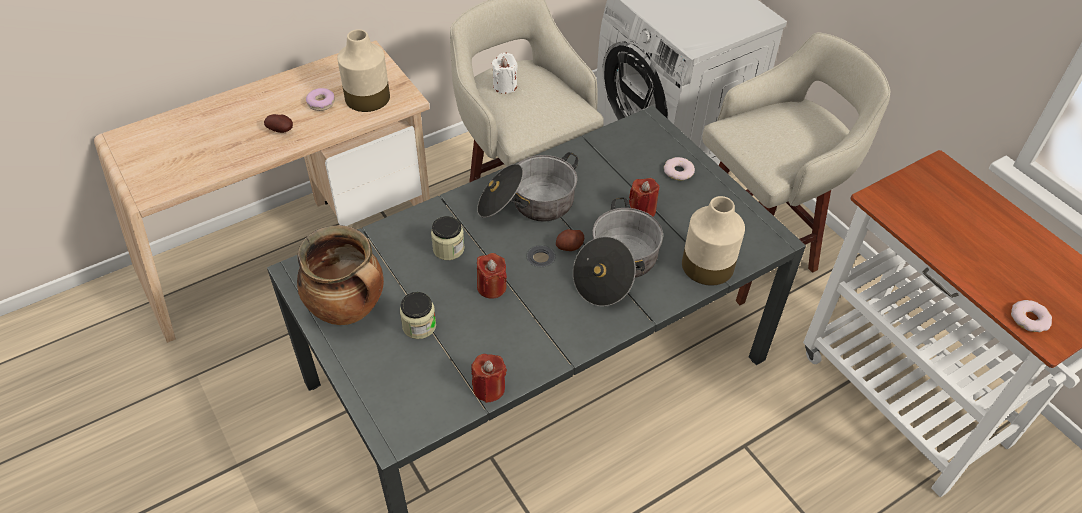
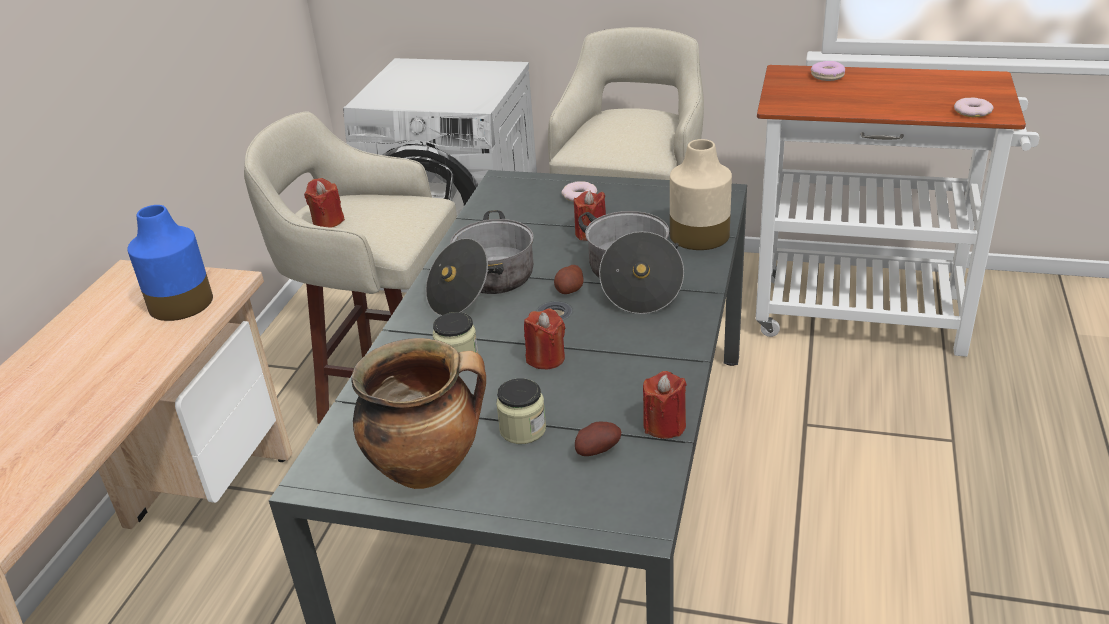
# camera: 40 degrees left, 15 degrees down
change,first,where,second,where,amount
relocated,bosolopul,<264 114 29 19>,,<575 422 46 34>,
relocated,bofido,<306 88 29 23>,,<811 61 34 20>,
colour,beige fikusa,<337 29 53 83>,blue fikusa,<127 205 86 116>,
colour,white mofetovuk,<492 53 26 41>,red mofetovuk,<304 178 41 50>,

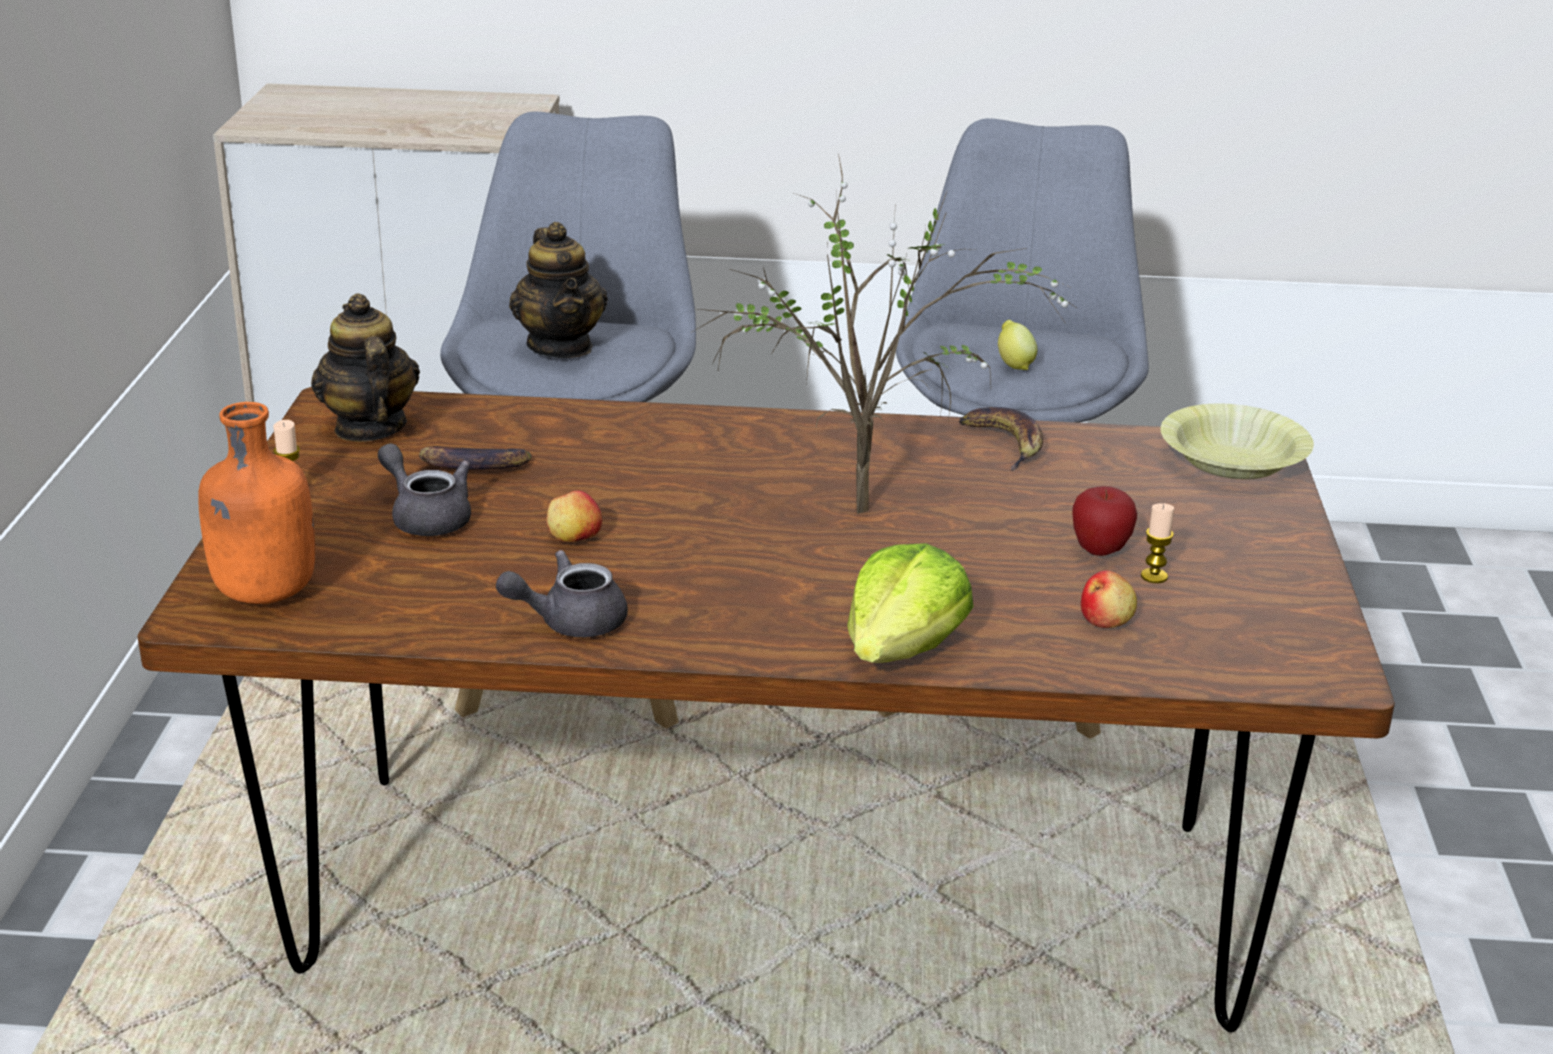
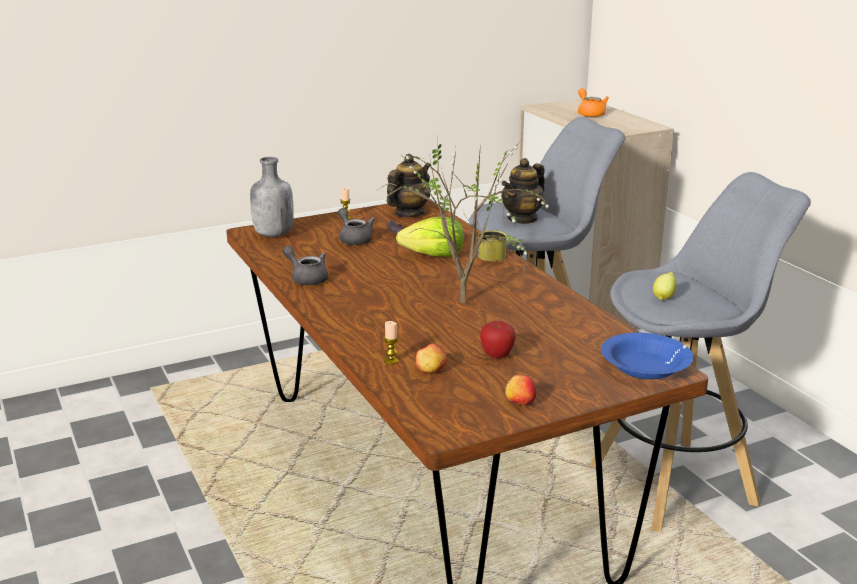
# camera: 60 degrees right, 5 degrees down
change,first,where,second,where,amount
colour,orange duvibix,<198 402 117 202>,grey duvibix,<250 157 44 80>,
spun,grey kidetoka,<378 443 93 93>,,<338 208 37 37>,45 degrees counterclockwise
relocated,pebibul,<546 491 56 51>,,<505 375 31 30>,
relocated,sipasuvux,<847 543 127 120>,,<396 217 68 40>,
missing,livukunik,<959 407 84 64>,,,
relocated,mofetovuk,<1141 503 33 80>,,<384 321 15 43>,
colour,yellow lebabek,<1161 404 153 75>,blue lebabek,<601 333 93 46>,
appeared,,,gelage,<477 230 30 31>,
appeared,,,orange kidetoka,<578 88 31 29>,

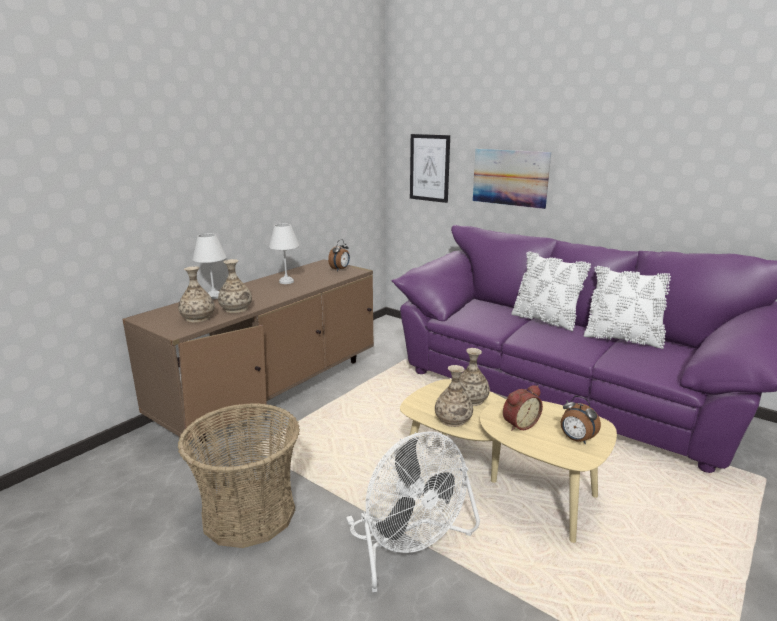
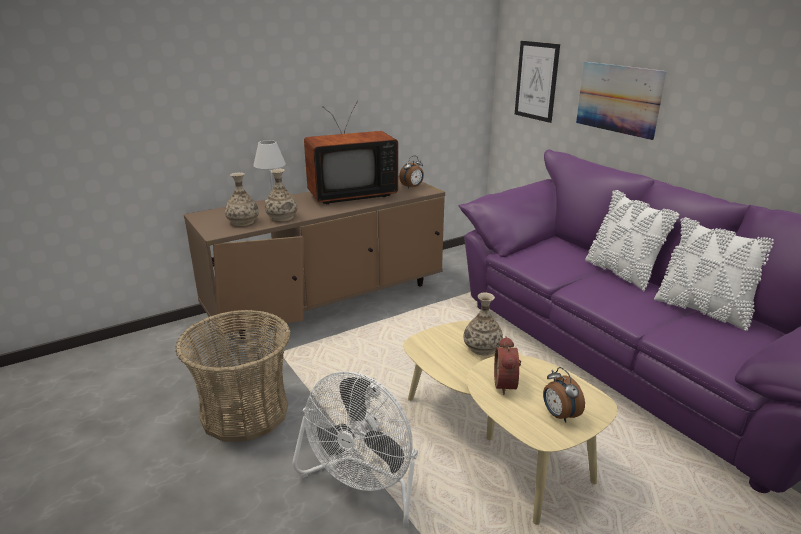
# camera: 20 degrees right, 5 degrees up
change,first,where,second,where,amount
exchanged,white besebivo,<269 224 30 60>,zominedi,<304 101 94 103>,
spun,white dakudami,<346 432 134 160>,,<292 371 126 156>,45 degrees clockwise
missing,fikusa,<435 365 38 62>,,,
spun,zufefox,<503 385 40 46>,,<494 336 27 59>,105 degrees clockwise

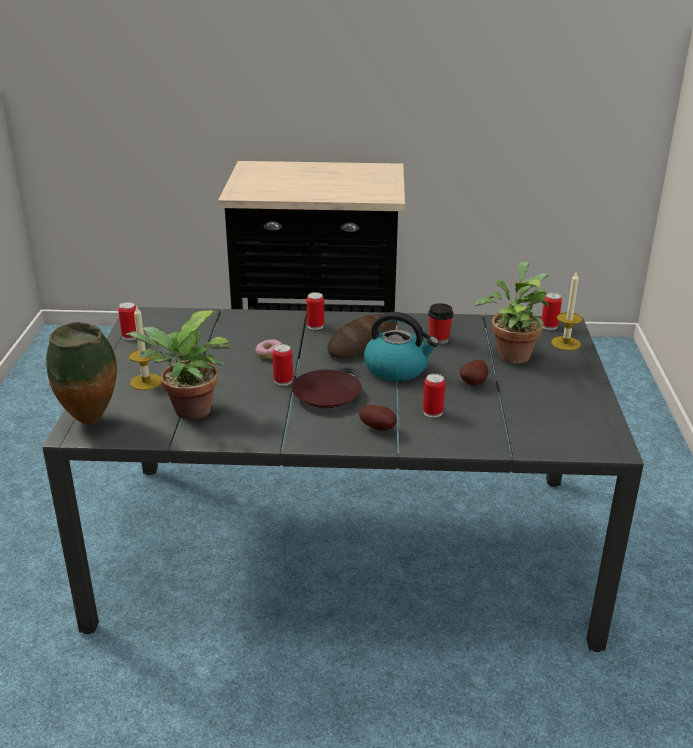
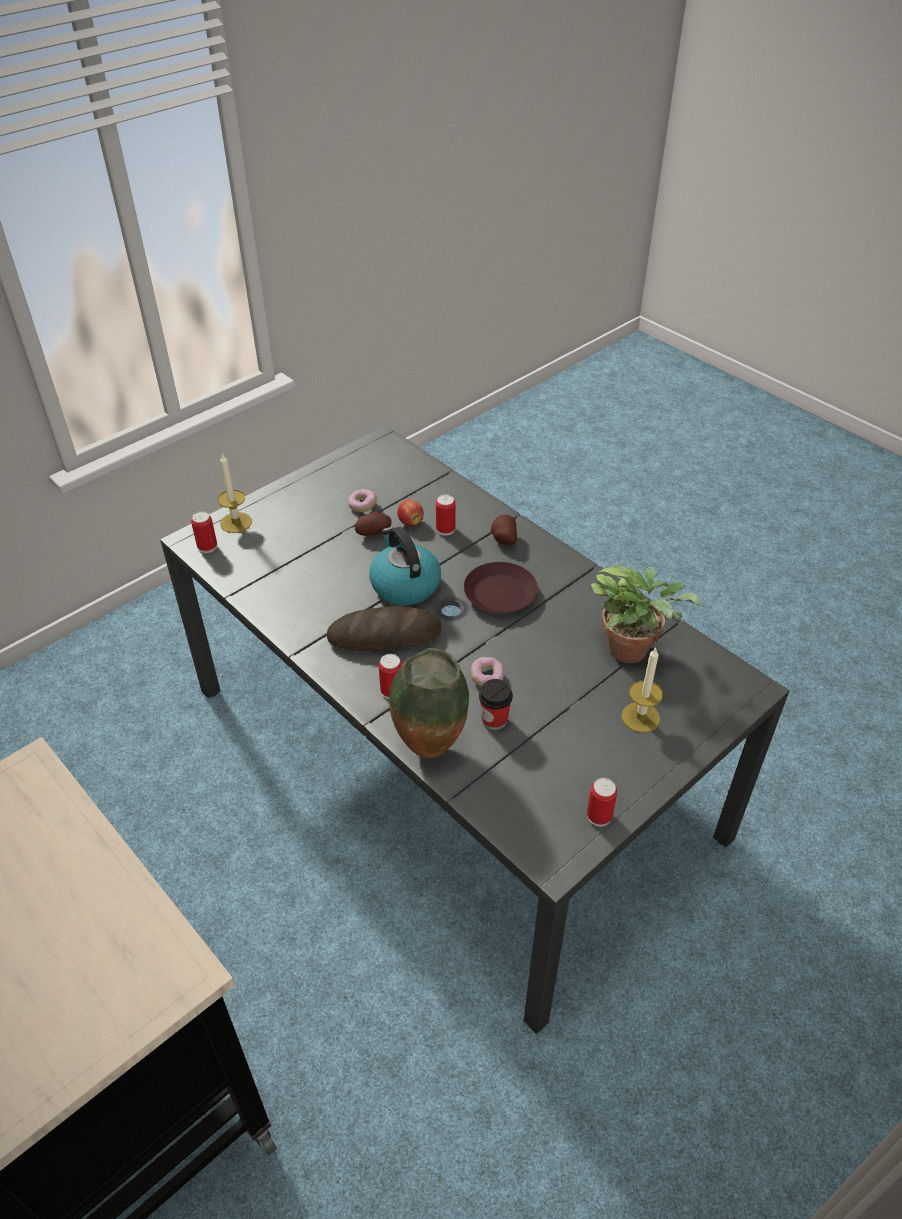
# camera: 135 degrees left, 15 degrees up
change,first,where,second,where,amount
relocated,fikusa,<46 322 71 102>,,<389 648 80 111>,
missing,gelage,<273 344 20 42>,,,
relocated,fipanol,<428 303 25 41>,,<479 679 34 51>,
missing,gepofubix,<475 261 74 103>,,,
appeared,,,bofido,<348 489 29 23>,
appeared,,,pebibul,<397 499 27 27>,

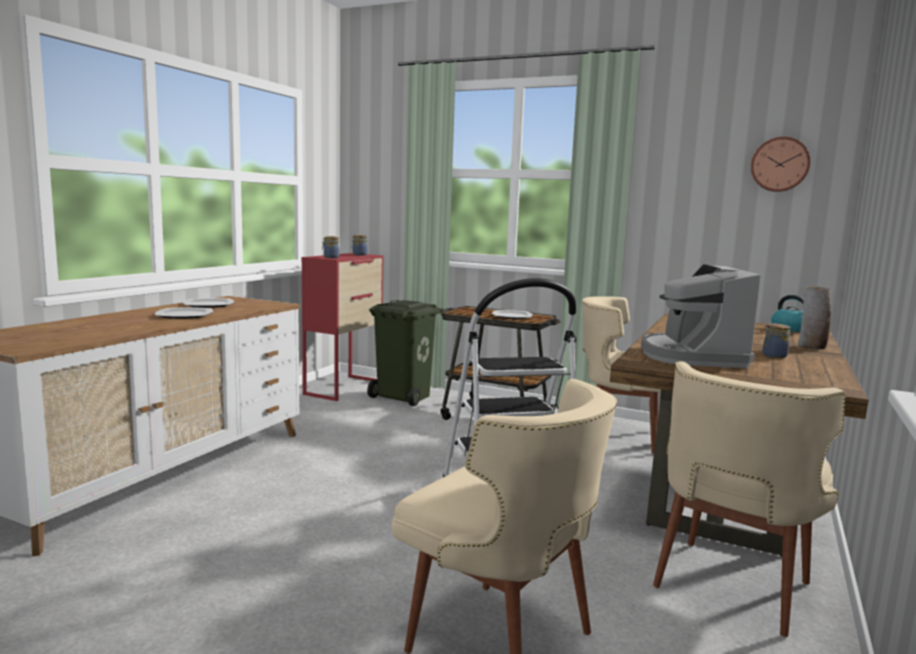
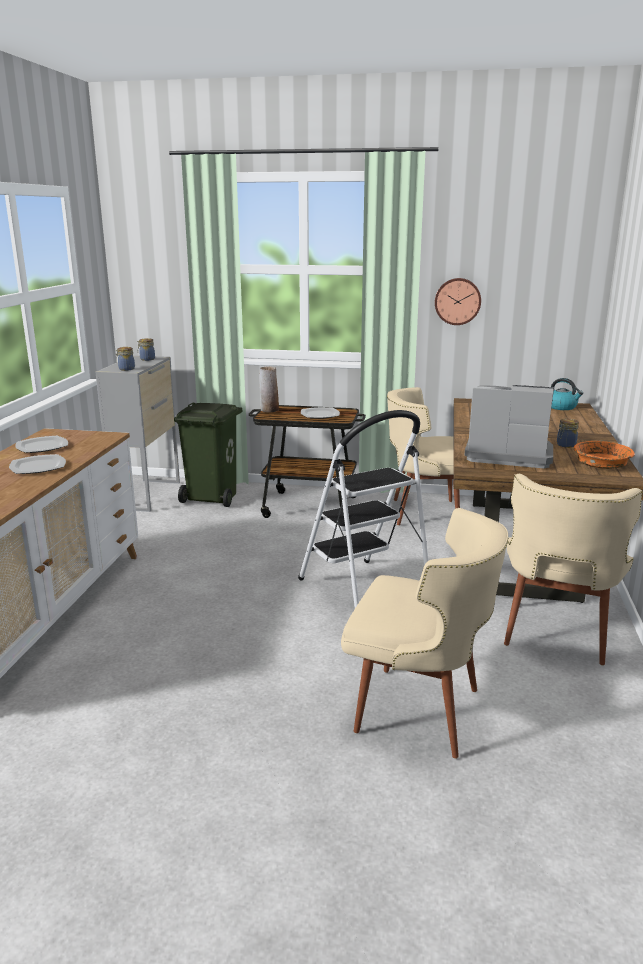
# camera: 15 degrees left, 10 degrees up
change,first,where,second,where,amount
colour,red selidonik,<302 253 82 148>,grey selidonik,<95 356 85 156>,
spun,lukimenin,<641 264 120 104>,,<464 385 90 83>,120 degrees clockwise
relocated,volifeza,<751 137 59 55>,,<435 278 46 47>,
relocated,fikusa,<798 286 33 63>,,<260 366 19 47>,
appeared,,,orange lebabek,<574 441 61 28>,

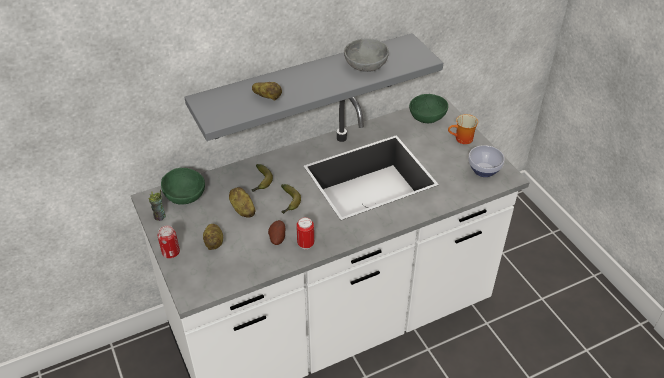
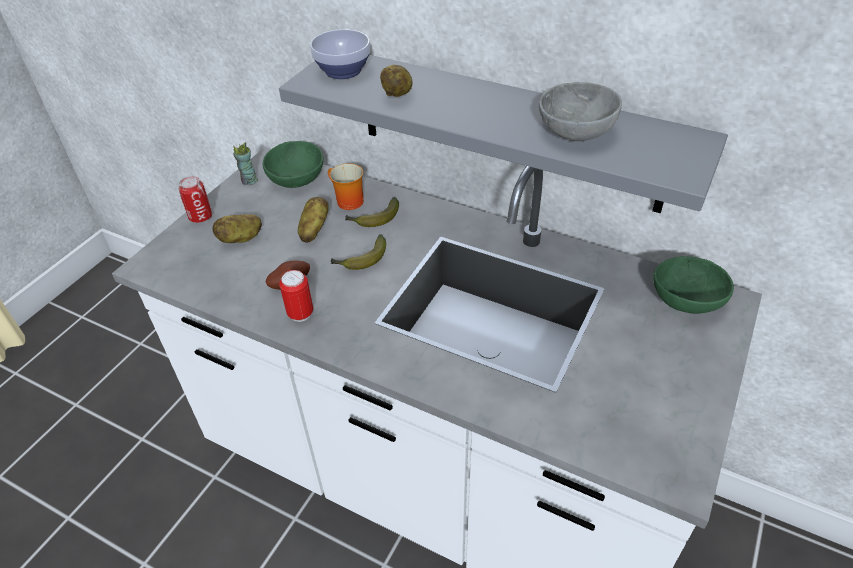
# camera: 55 degrees right, 0 degrees up
change,first,where,second,where,amount
relocated,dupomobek,<448 114 30 30>,,<328 163 36 47>,
relocated,lebabek,<468 145 37 32>,,<310 29 61 50>,

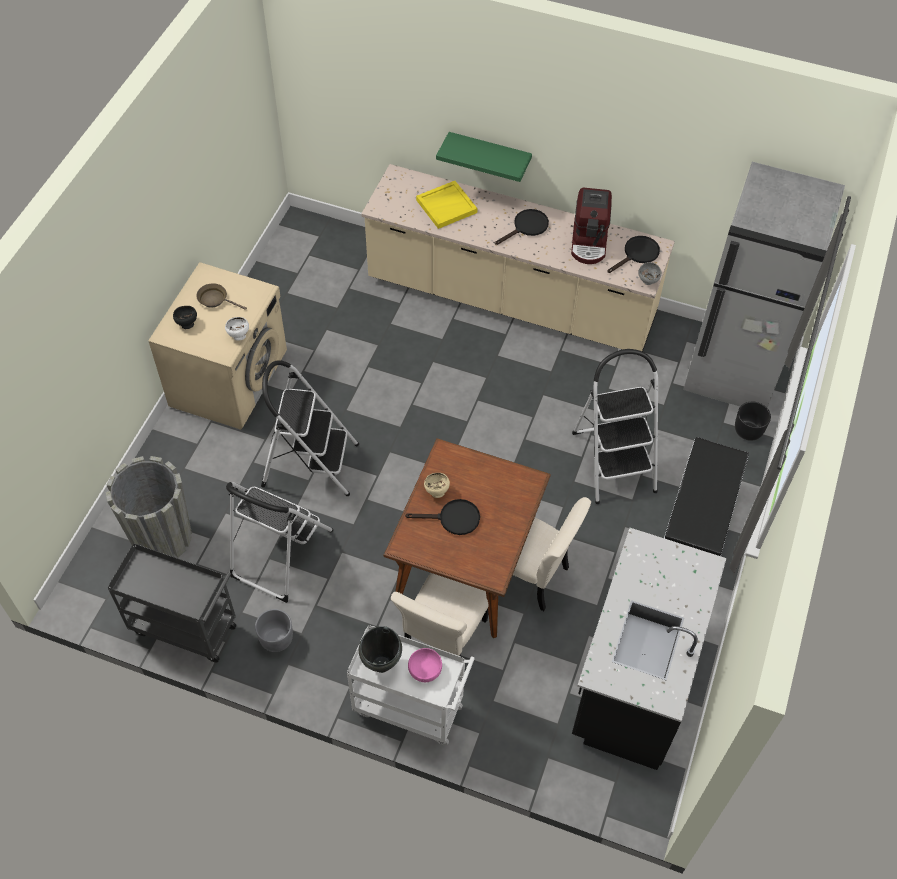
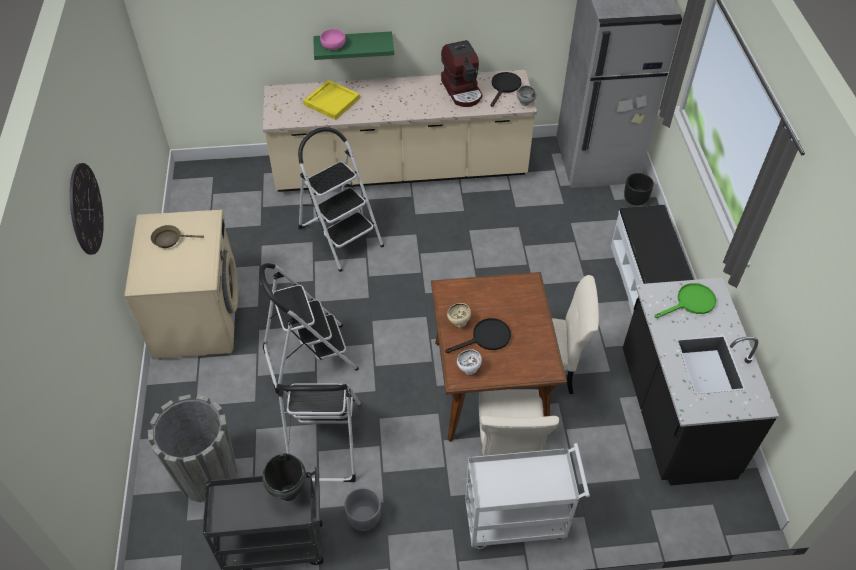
# camera: 25 degrees left, 5 degrees down
change,first,where,second,where,amount
missing,black lebabek,<173 306 24 23>,,,
relocated,white lebabek,<225 317 24 24>,,<457 349 25 26>,
relocated,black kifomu,<359 626 43 47>,,<262 453 44 48>,
relocated,pink lebabek,<408 648 34 34>,,<320 29 26 21>,
missing,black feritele,<495 209 54 36>,,,
relocated,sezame,<572 349 86 155>,,<298 127 86 145>,
appeared,,,volifeza,<70 163 34 92>,
appeared,,,green feritele,<655 283 61 35>,

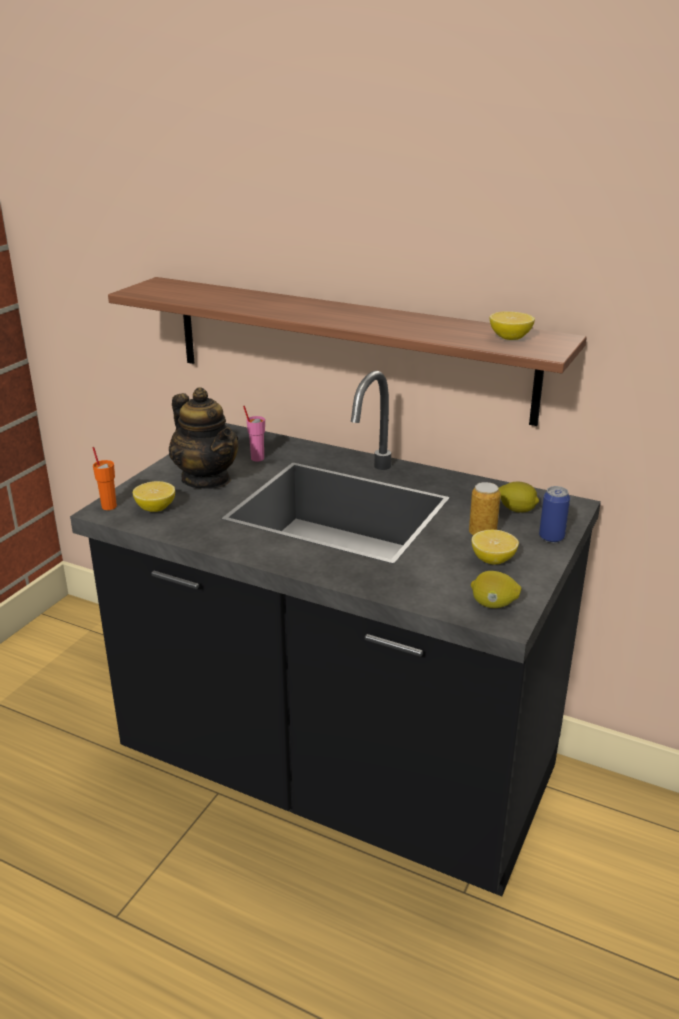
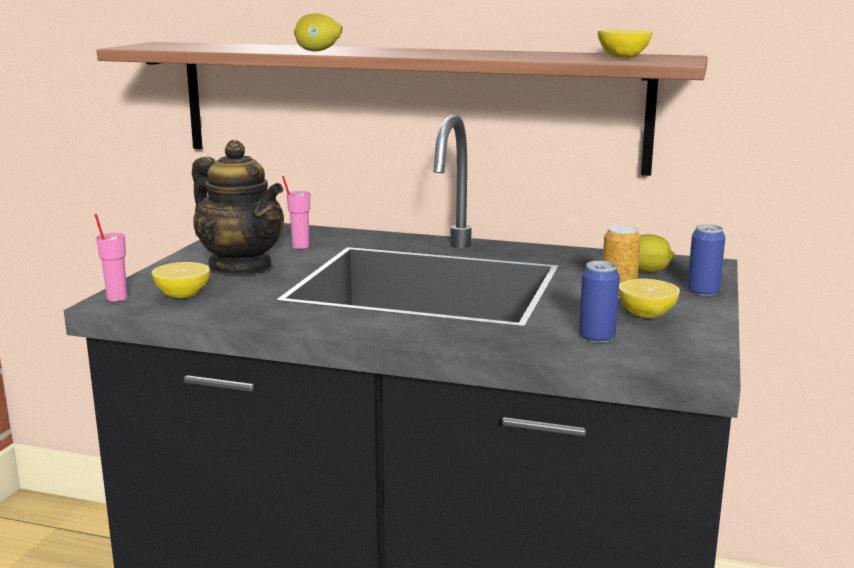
# camera: 10 degrees left, 10 degrees down
change,first,where,second,where,amount
colour,orange fipanol,<92 447 25 63>,pink fipanol,<94 214 33 87>,
relocated,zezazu,<471 571 50 37>,,<294 13 49 38>,
appeared,,,gelage,<579 261 41 81>,

